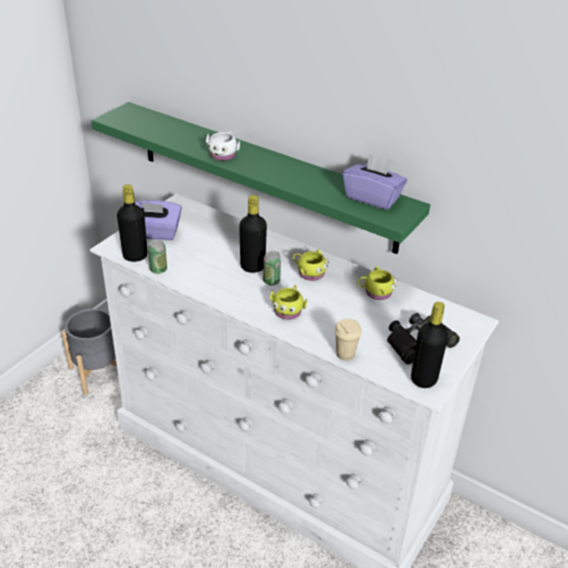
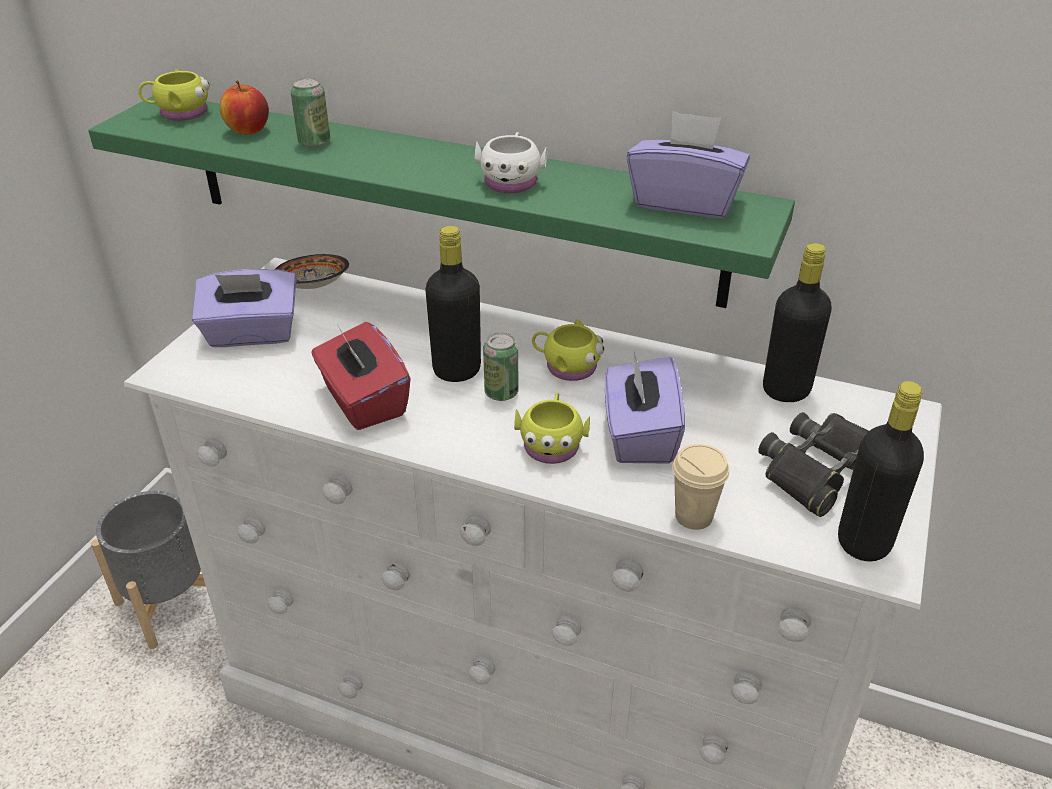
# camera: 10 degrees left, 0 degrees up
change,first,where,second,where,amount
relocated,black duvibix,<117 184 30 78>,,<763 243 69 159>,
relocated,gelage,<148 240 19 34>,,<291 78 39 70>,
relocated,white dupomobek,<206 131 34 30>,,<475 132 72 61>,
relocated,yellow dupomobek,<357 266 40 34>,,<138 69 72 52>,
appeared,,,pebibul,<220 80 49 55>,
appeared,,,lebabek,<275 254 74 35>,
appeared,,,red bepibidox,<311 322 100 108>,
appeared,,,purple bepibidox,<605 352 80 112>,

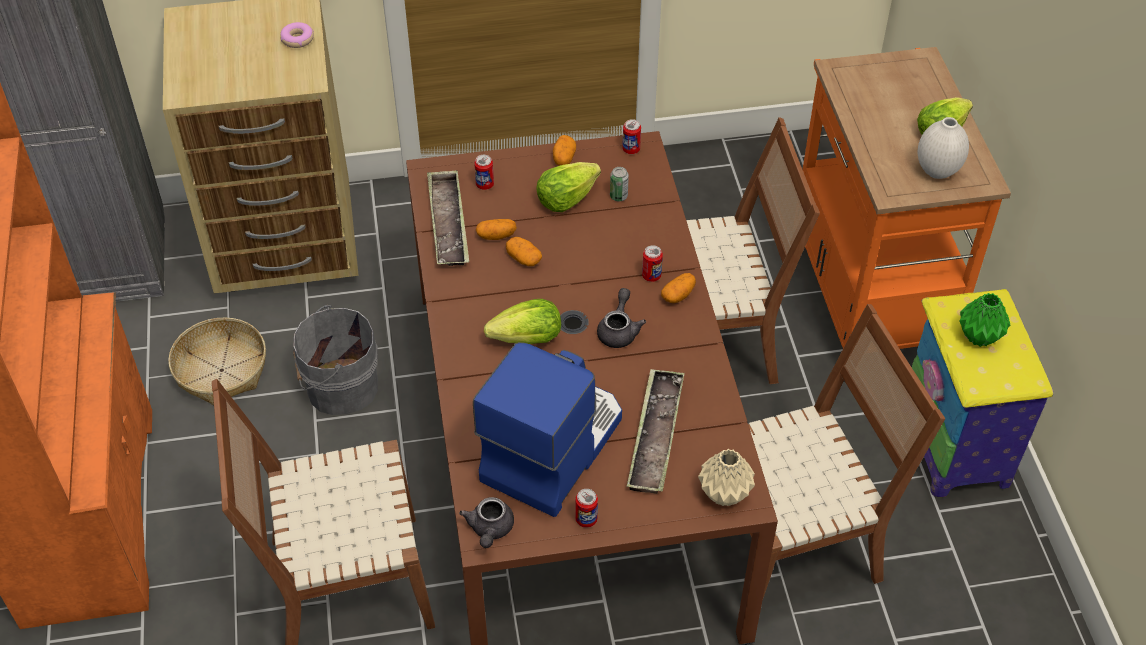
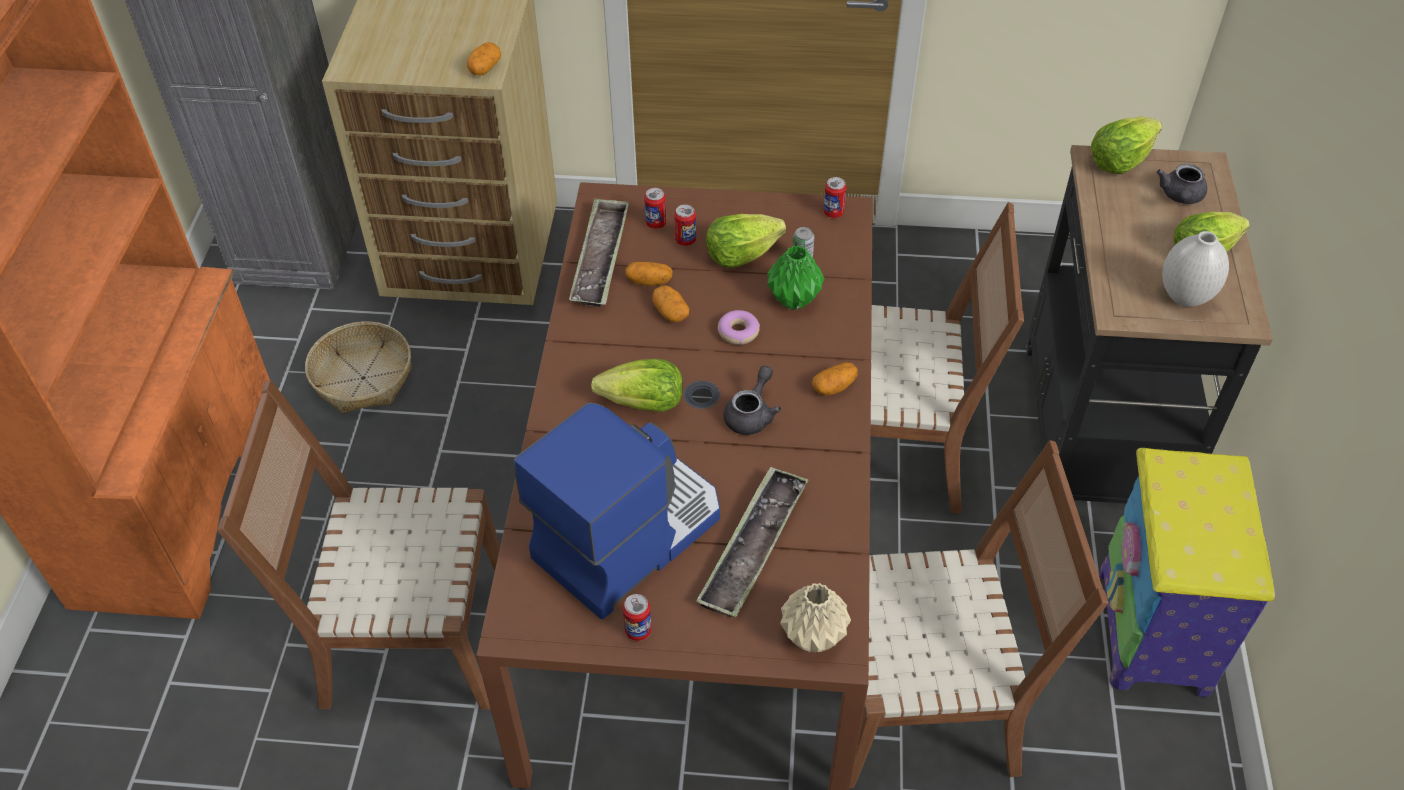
# camera: 15 degrees right, 0 degrees up
change,first,where,second,where,amount
relocated,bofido,<280 22 34 26>,,<718 310 42 35>,
missing,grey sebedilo,<293 305 85 110>,,,
relocated,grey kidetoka,<459 497 55 51>,,<1157 164 50 40>,
relocated,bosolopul,<553 135 23 31>,,<467 42 34 34>,
relocated,gelage,<642 245 21 37>,,<674 205 22 41>,
colour,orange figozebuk,<802 47 209 302>,black figozebuk,<1026 145 247 359>,
relocated,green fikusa,<959 293 51 54>,,<767 246 57 64>,
appeared,,,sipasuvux,<1091 116 71 58>,

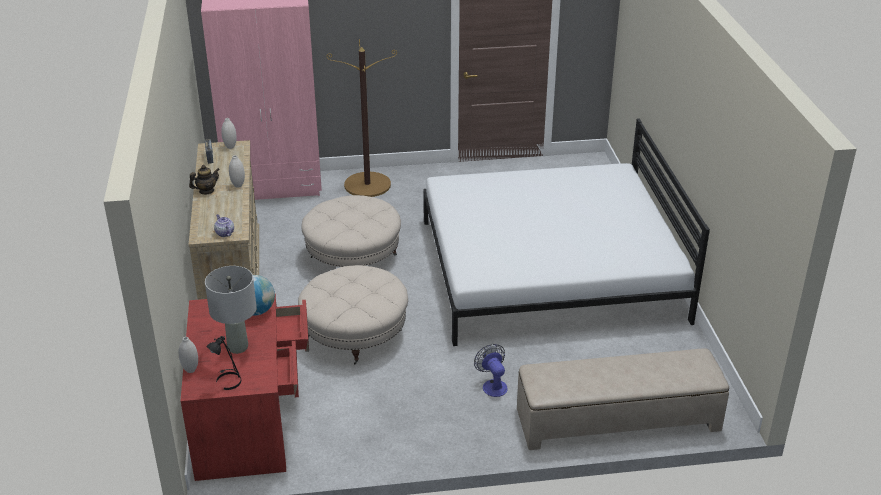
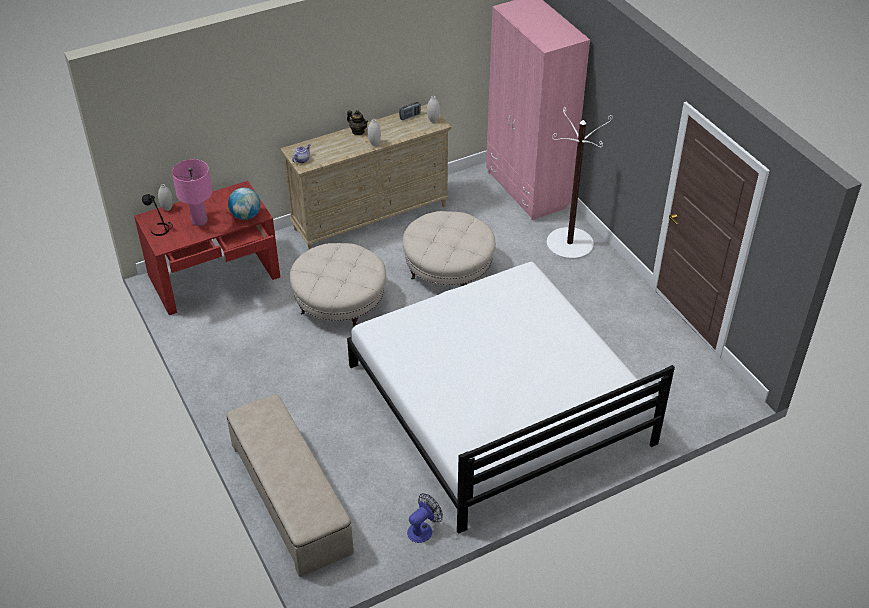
# camera: 70 degrees right, 10 degrees up
change,first,where,second,where,amount
colour,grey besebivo,<205 266 52 88>,pink besebivo,<172 159 40 67>,
colour,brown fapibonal,<327 39 70 158>,white fapibonal,<546 107 67 153>,
relocated,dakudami,<474 344 34 53>,,<407 493 36 50>,

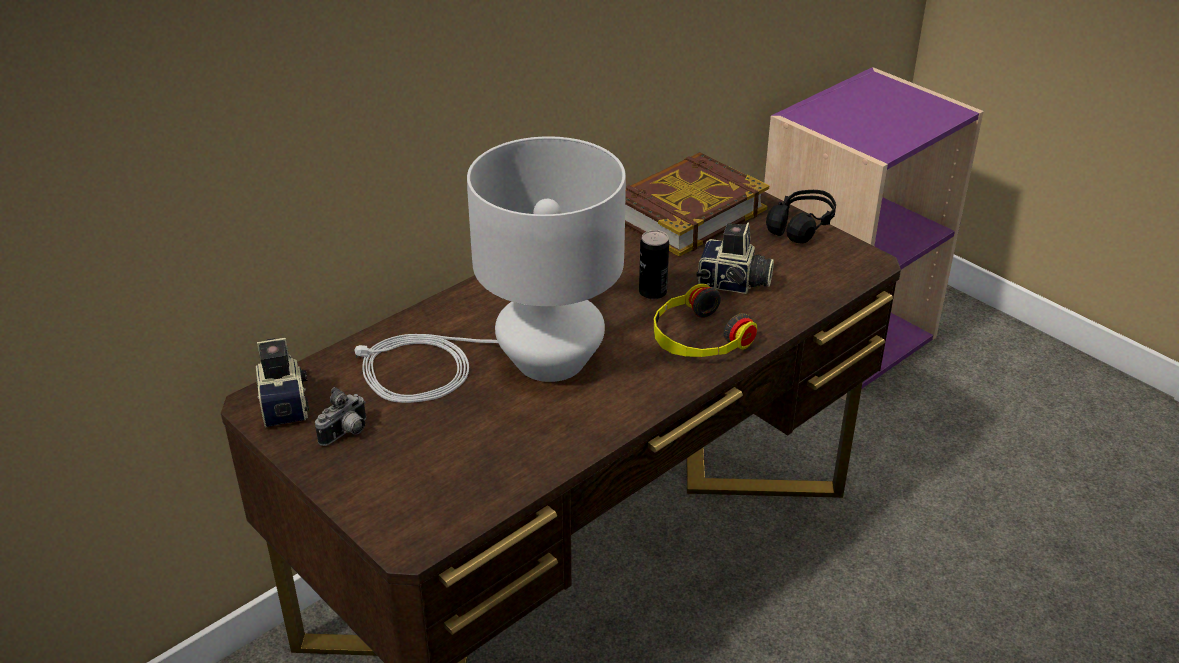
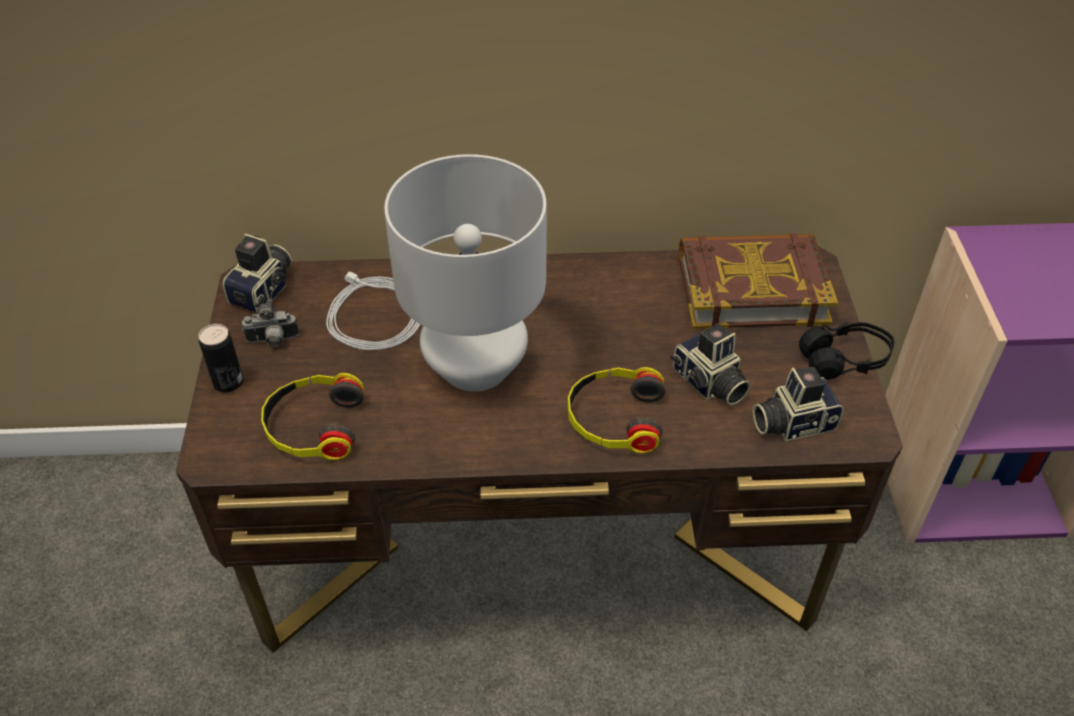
# camera: 40 degrees right, 10 degrees up
change,first,where,second,where,amount
relocated,gelage,<639 230 30 69>,,<199 324 44 68>,
appeared,,,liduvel,<261 373 103 87>,
appeared,,,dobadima,<753 367 91 74>,

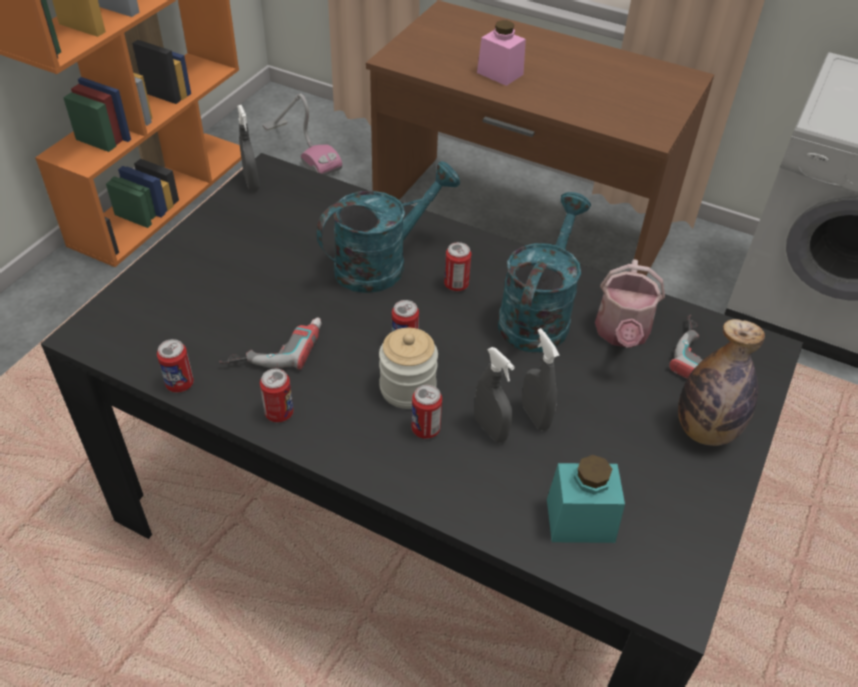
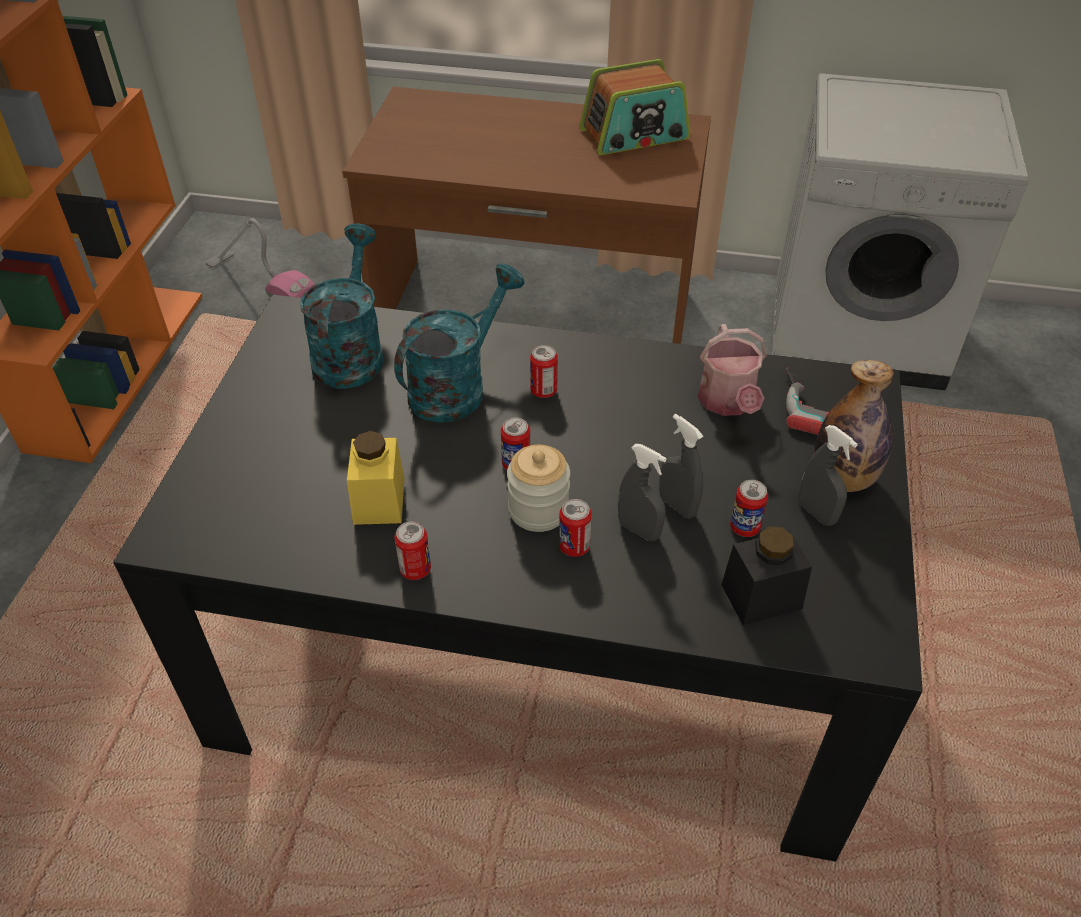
# camera: 15 degrees left, 0 degrees up
change,first,where,second,where,amount
relocated,gelage,<157 339 37 54>,,<730 480 38 57>,
exchanged,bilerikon,<219 317 102 53>,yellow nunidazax,<347 431 58 94>,
relocated,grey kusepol,<237 105 22 86>,,<799 425 59 101>,
missing,pink nunidazax,<477 20 49 66>,,,
relocated,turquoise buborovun,<498 192 93 160>,,<300 223 84 166>,
colour,turquoise nunidazax,<547 455 78 88>,black nunidazax,<721 526 91 99>,
appeared,,,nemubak,<579 59 111 96>,

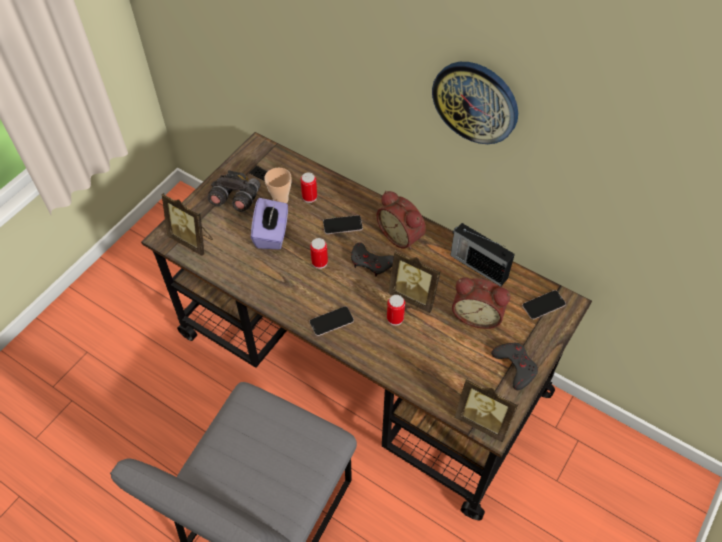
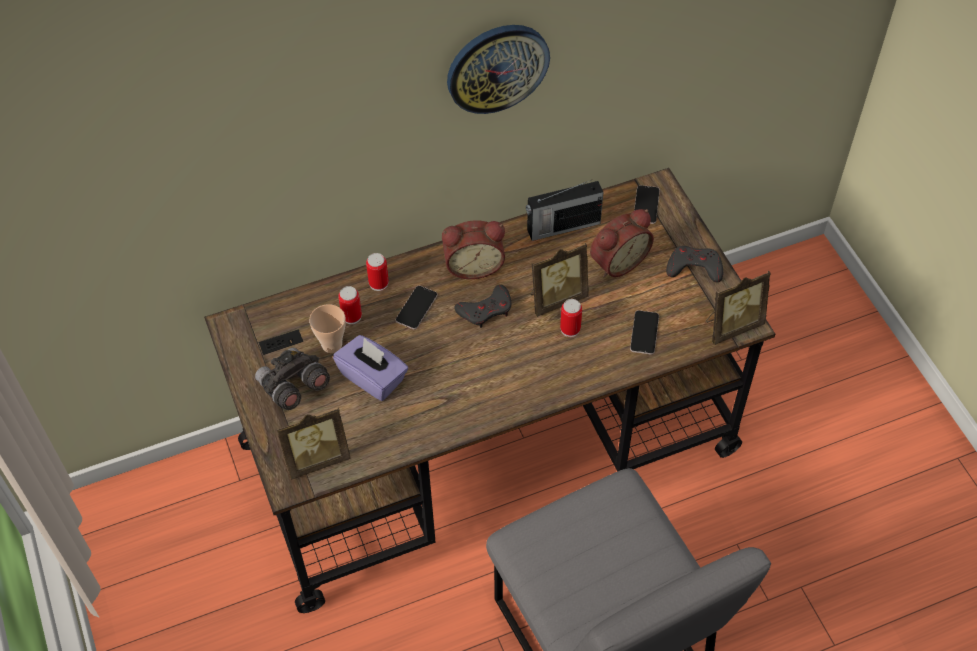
# camera: 55 degrees left, 0 degrees up
change,first,where,second,where,amount
relocated,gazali,<309 306 45 30>,,<630 310 29 45>,
relocated,gelage,<310 238 18 31>,,<366 253 23 38>,

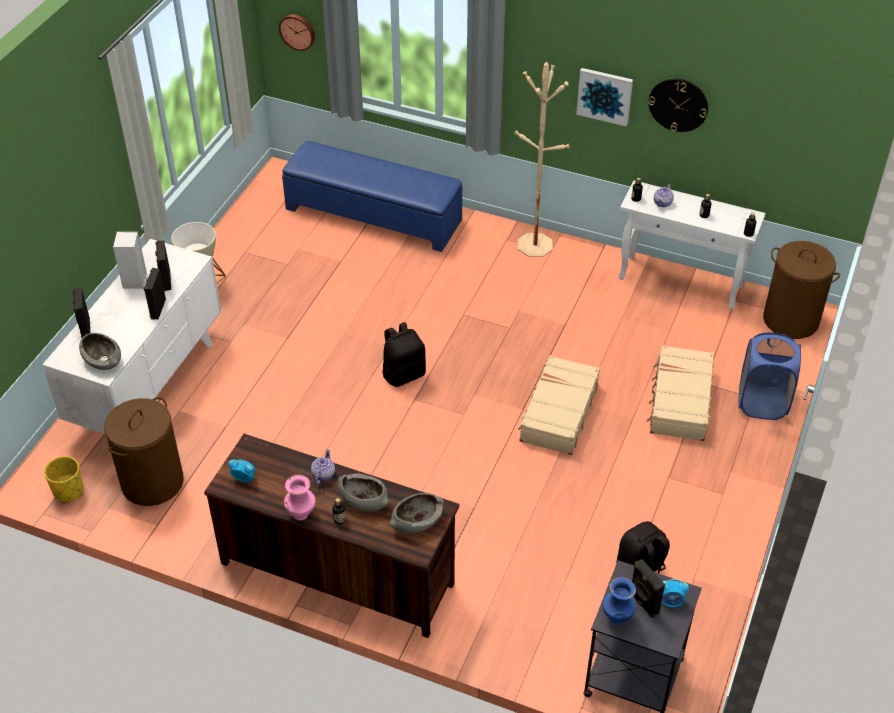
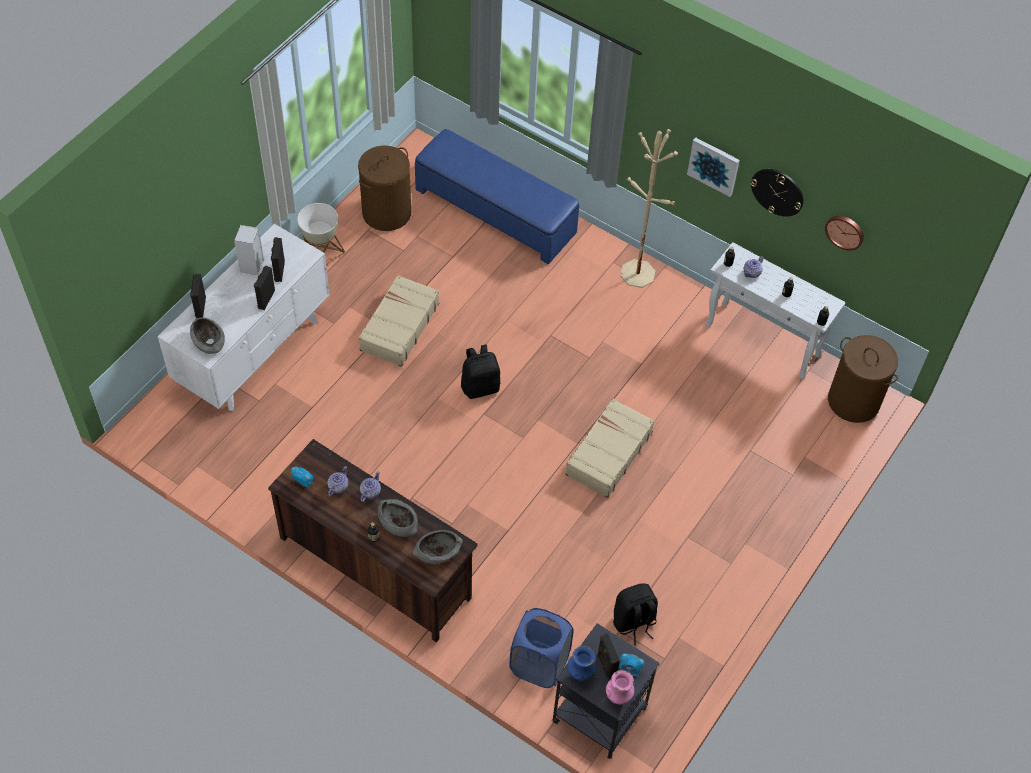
# camera: 10 degrees right, 10 degrees up
change,first,where,second,where,amount
missing,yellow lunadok,<44 456 40 47>,,,
relocated,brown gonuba,<104 397 80 109>,,<358 146 53 85>,
relocated,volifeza,<279 14 36 37>,,<825 216 39 35>,
relocated,pink fikusa,<284 475 31 45>,,<606 670 28 35>,
relocated,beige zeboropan,<647 345 67 96>,,<359 275 80 92>,
relocated,blue gonuba,<738 332 63 88>,,<509 608 65 80>,
appeared,,,kidetoka,<327 466 22 30>,

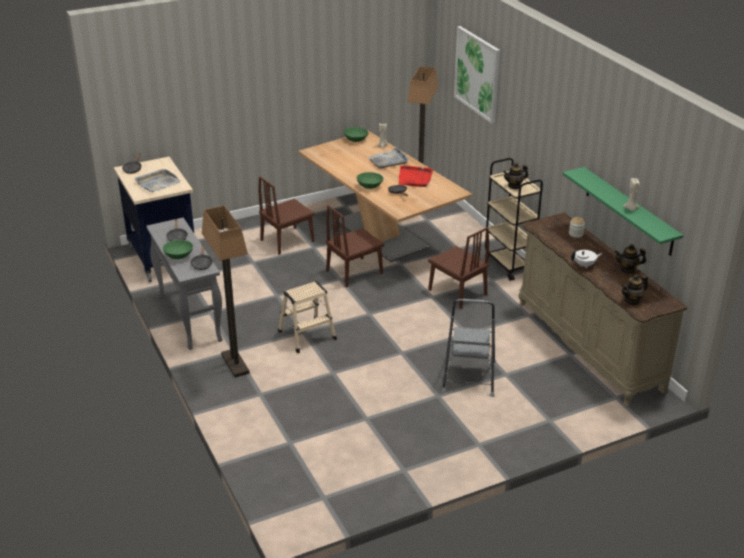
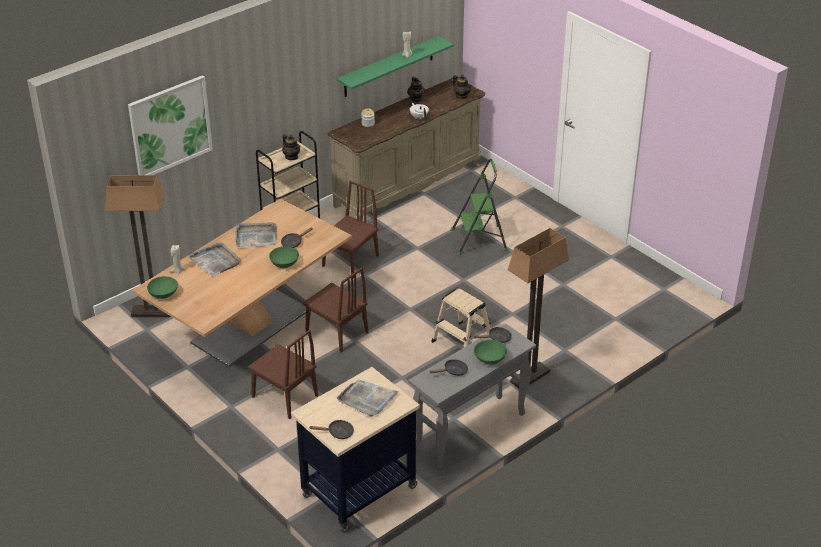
# camera: 105 degrees left, 5 degrees up
change,first,where,second,where,amount
colour,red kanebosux,<399 165 34 22>,grey kanebosux,<235 222 42 26>,
colour,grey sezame,<441 299 55 98>,green sezame,<450 159 59 97>,

